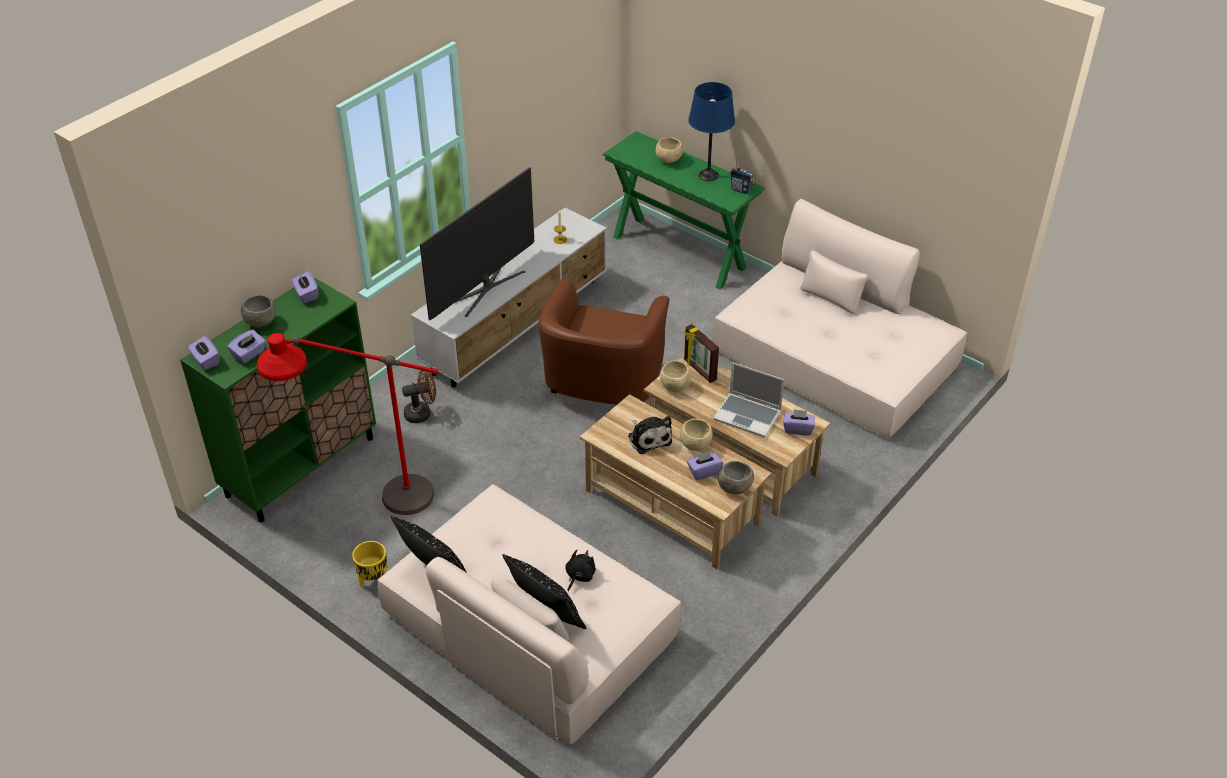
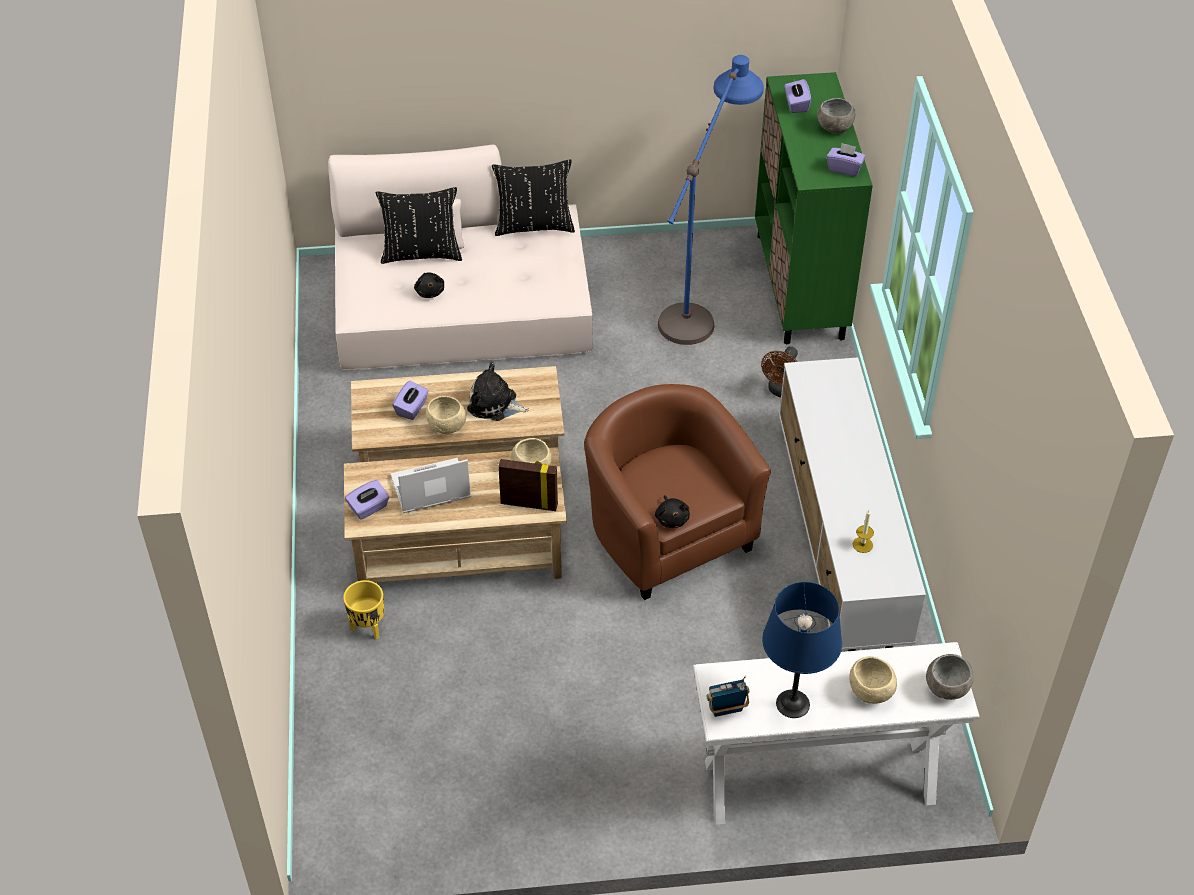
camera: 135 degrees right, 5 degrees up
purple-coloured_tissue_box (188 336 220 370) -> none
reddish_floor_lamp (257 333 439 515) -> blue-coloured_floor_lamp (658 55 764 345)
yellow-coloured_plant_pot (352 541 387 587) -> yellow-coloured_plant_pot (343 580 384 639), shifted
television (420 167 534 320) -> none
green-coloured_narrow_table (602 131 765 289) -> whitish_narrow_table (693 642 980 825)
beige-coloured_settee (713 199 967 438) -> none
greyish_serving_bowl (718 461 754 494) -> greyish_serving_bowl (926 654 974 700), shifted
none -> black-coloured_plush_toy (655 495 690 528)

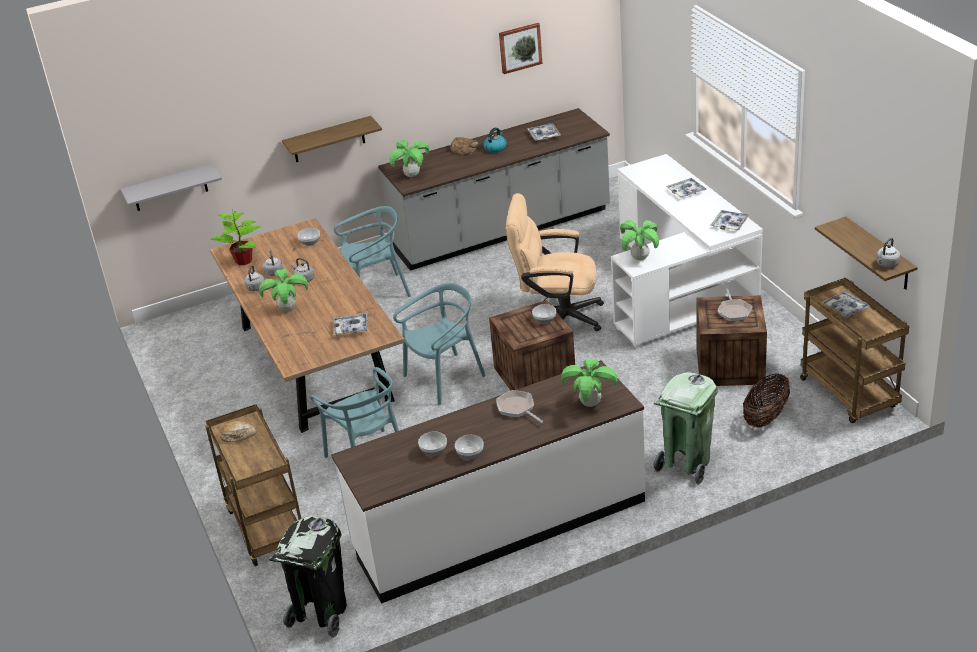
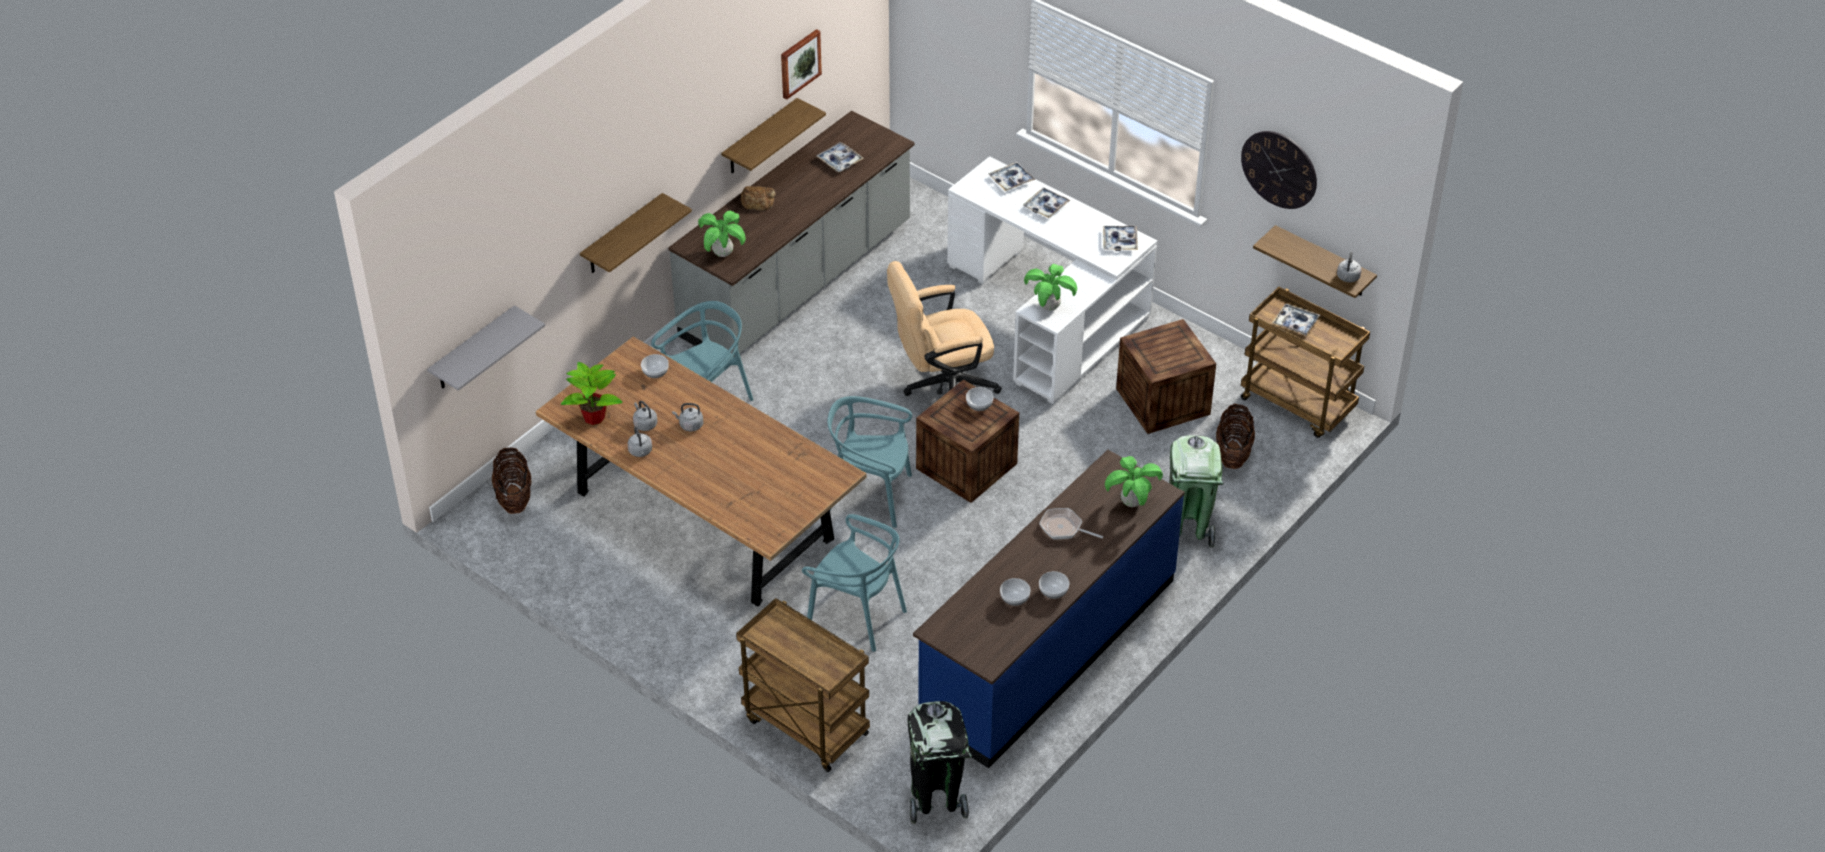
camera: 30 degrees left, 10 degrees up
bakery_bread (220 421 256 442) -> none
houseplant (259 269 308 311) -> none
whitish_kitchen_counter (331 360 645 604) -> blue-coloured_kitchen_counter (913 450 1185 768)
serving_tray (333 313 368 335) -> serving_tray (989 162 1035 191), shifted
blue-green_plain_chair (393 283 486 405) -> blue-green_plain_chair (827 396 912 528), 105 degrees counterclockwise
kettle (483 128 507 153) -> none
frying_pan (717 289 753 321) -> none
none -> storage_basket (492 448 532 514)
none -> wall_shelf (721 98 826 173)
none -> wall_clock (1241 131 1317 209)

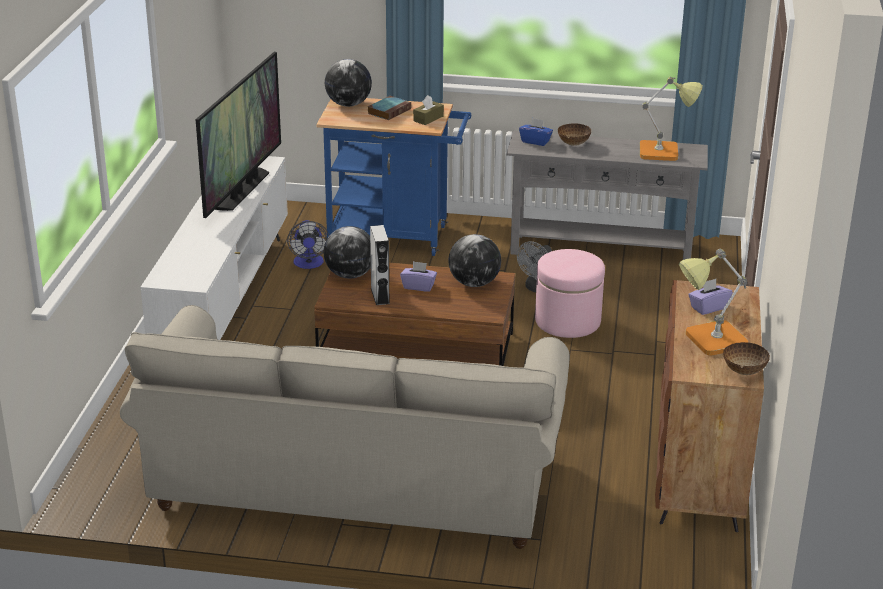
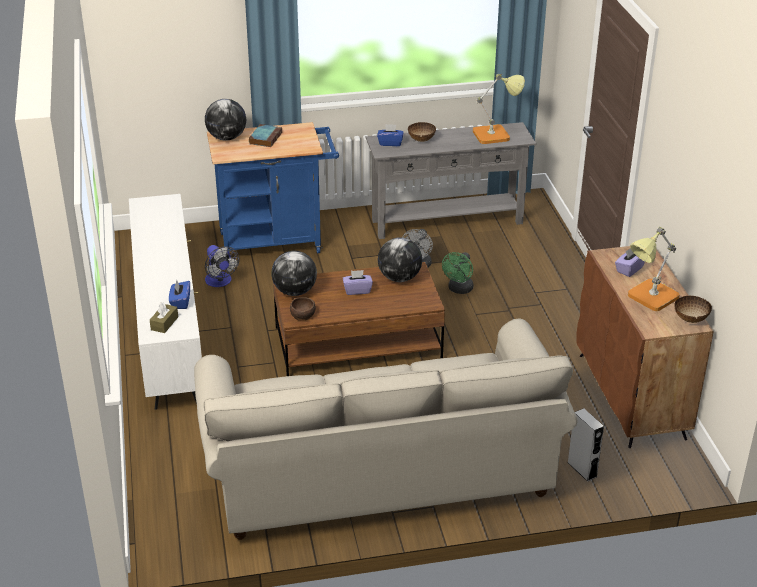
camera: 20 degrees left, 5 degrees up
television (196 52 281 218) -> none
greyish_loudspeaker (370 225 390 305) -> greyish_loudspeaker (567 408 604 482), shifted
brown-coloured_tissue_box (413 95 444 125) -> brown-coloured_tissue_box (150 302 178 333), shifted
pinkish_ottoman (535 249 605 338) -> green-coloured_fan (442 252 473 294)
none -> blue-coloured_tissue_box (169 280 190 309)
none -> brown-coloured_serving_bowl (290 297 316 320)

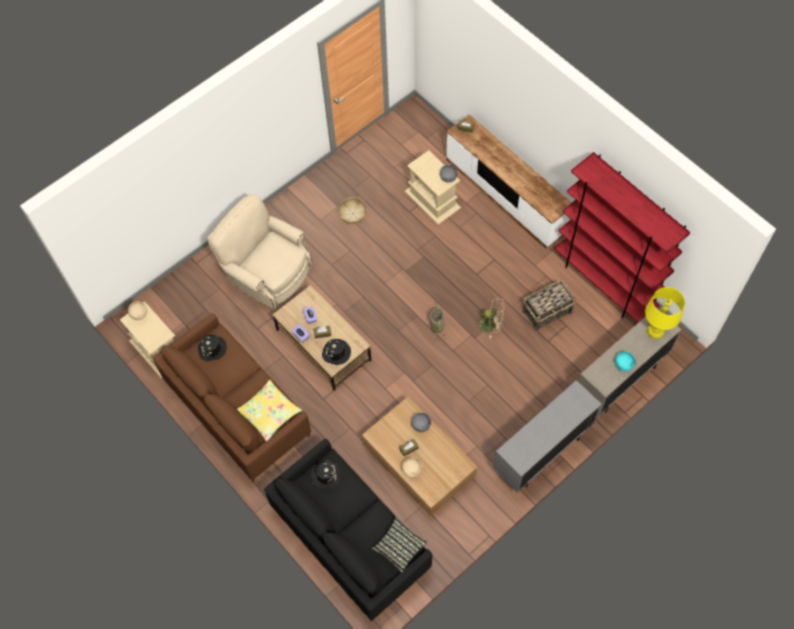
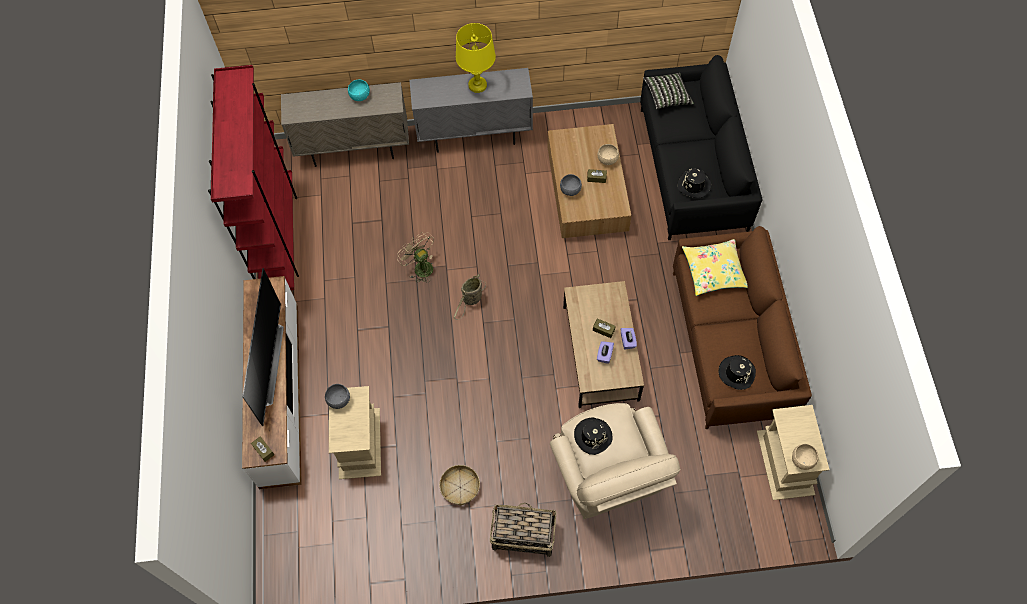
camera: 145 degrees left, 0 degrees up
black-coloured_wearable_hat (322 339 351 365) -> black-coloured_wearable_hat (574 417 612 455), shifted
storage_basket (522 280 576 331) -> storage_basket (490 503 557 557), shifted
yellow-coloured_table_lamp (645 287 685 339) -> yellow-coloured_table_lamp (456 23 496 93), shifted
none -> television (242 268 284 426)

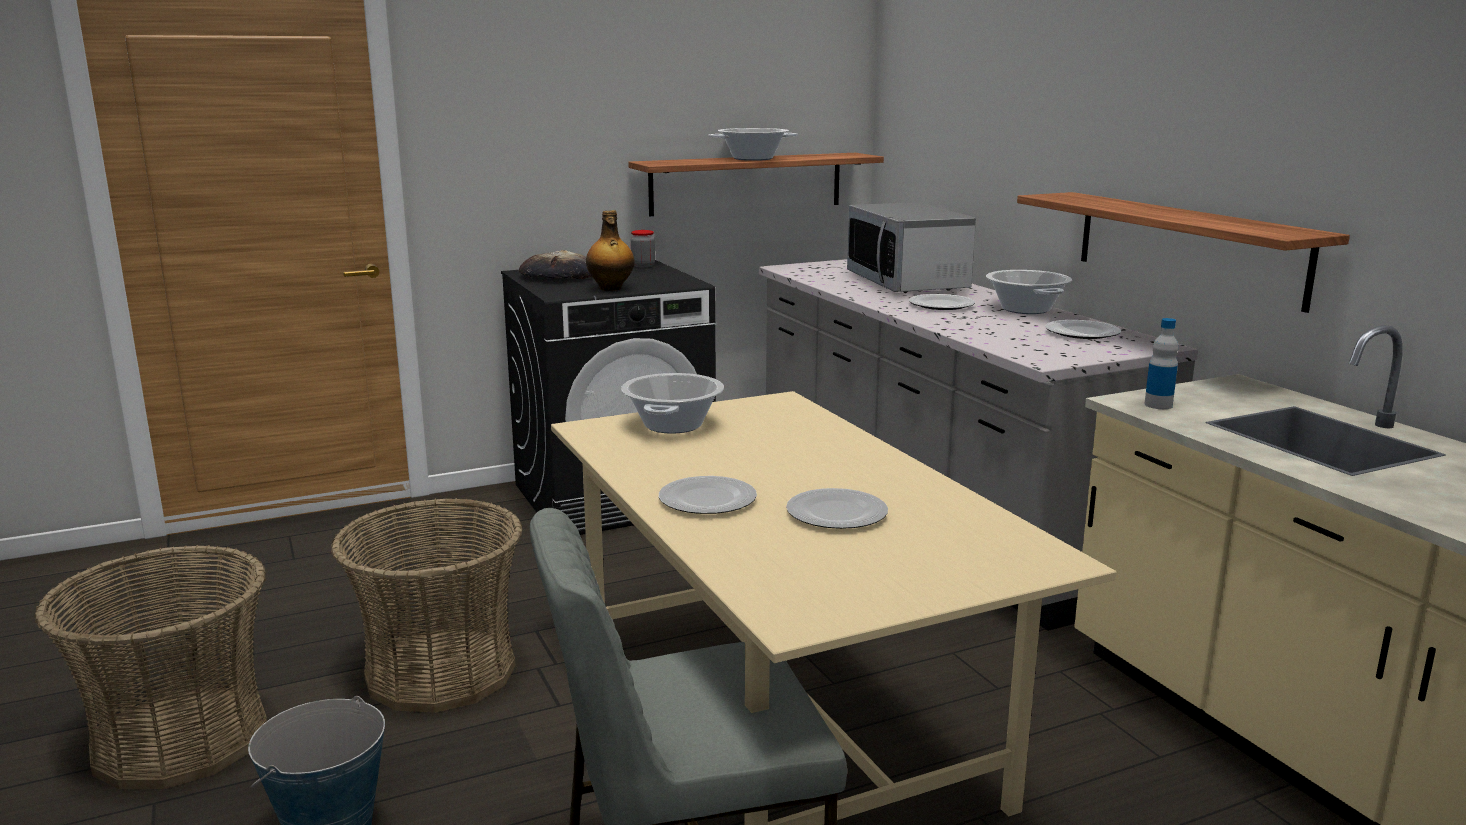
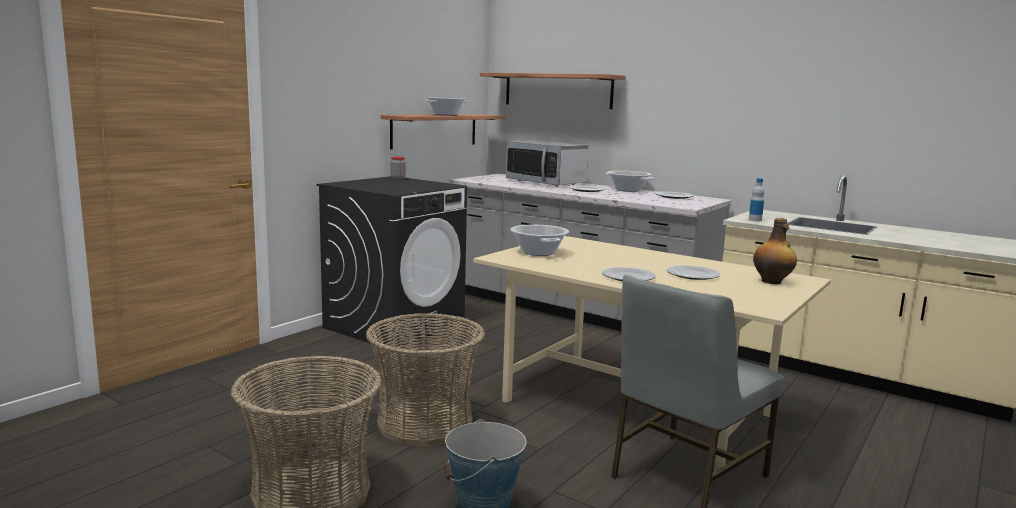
camera: 30 degrees left, 5 degrees down
bakery_bread (519 250 592 279) -> none
beverage_bottle (586 210 635 291) -> beverage_bottle (753 218 797 284), shifted
wall_shelf (1017 192 1350 313) -> wall_shelf (480 73 626 109), shifted

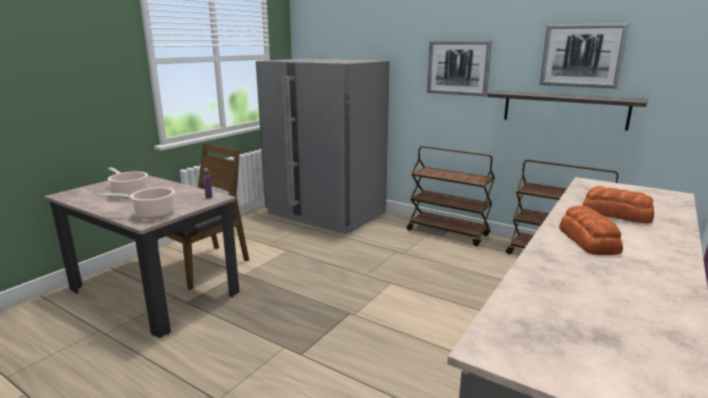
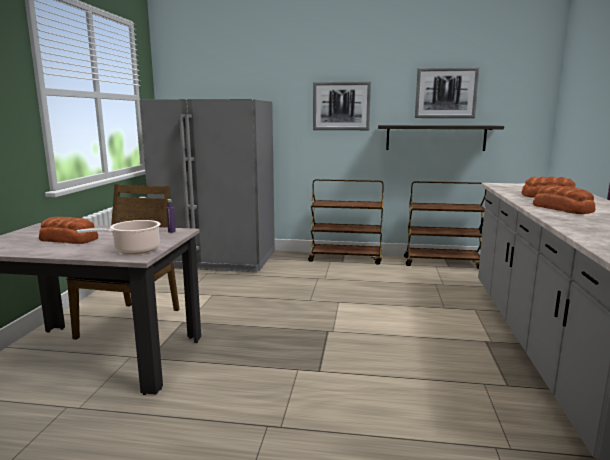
camera: 25 degrees left, 5 degrees down
stockpot (108 167 148 199) -> bakery_bread (39 217 98 244)

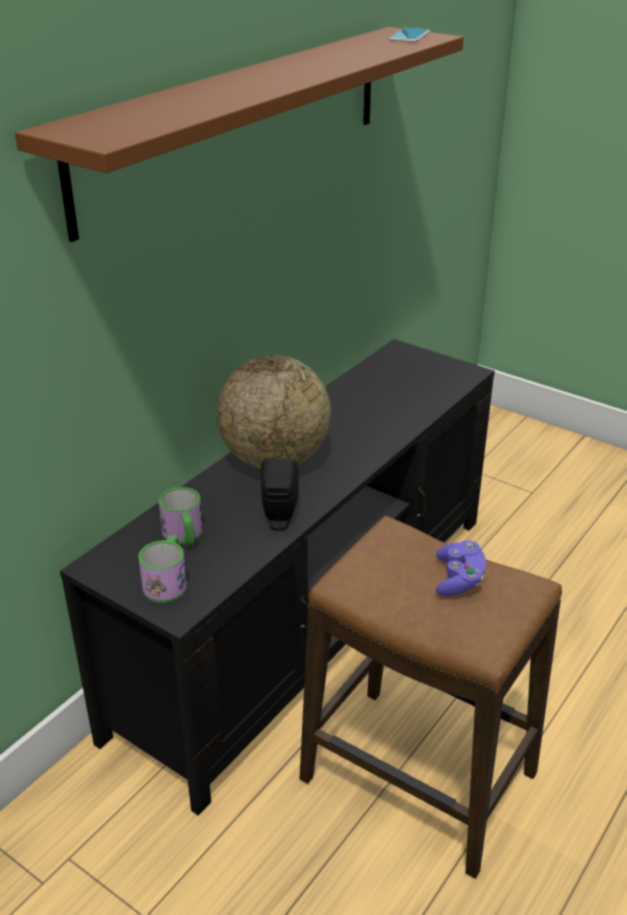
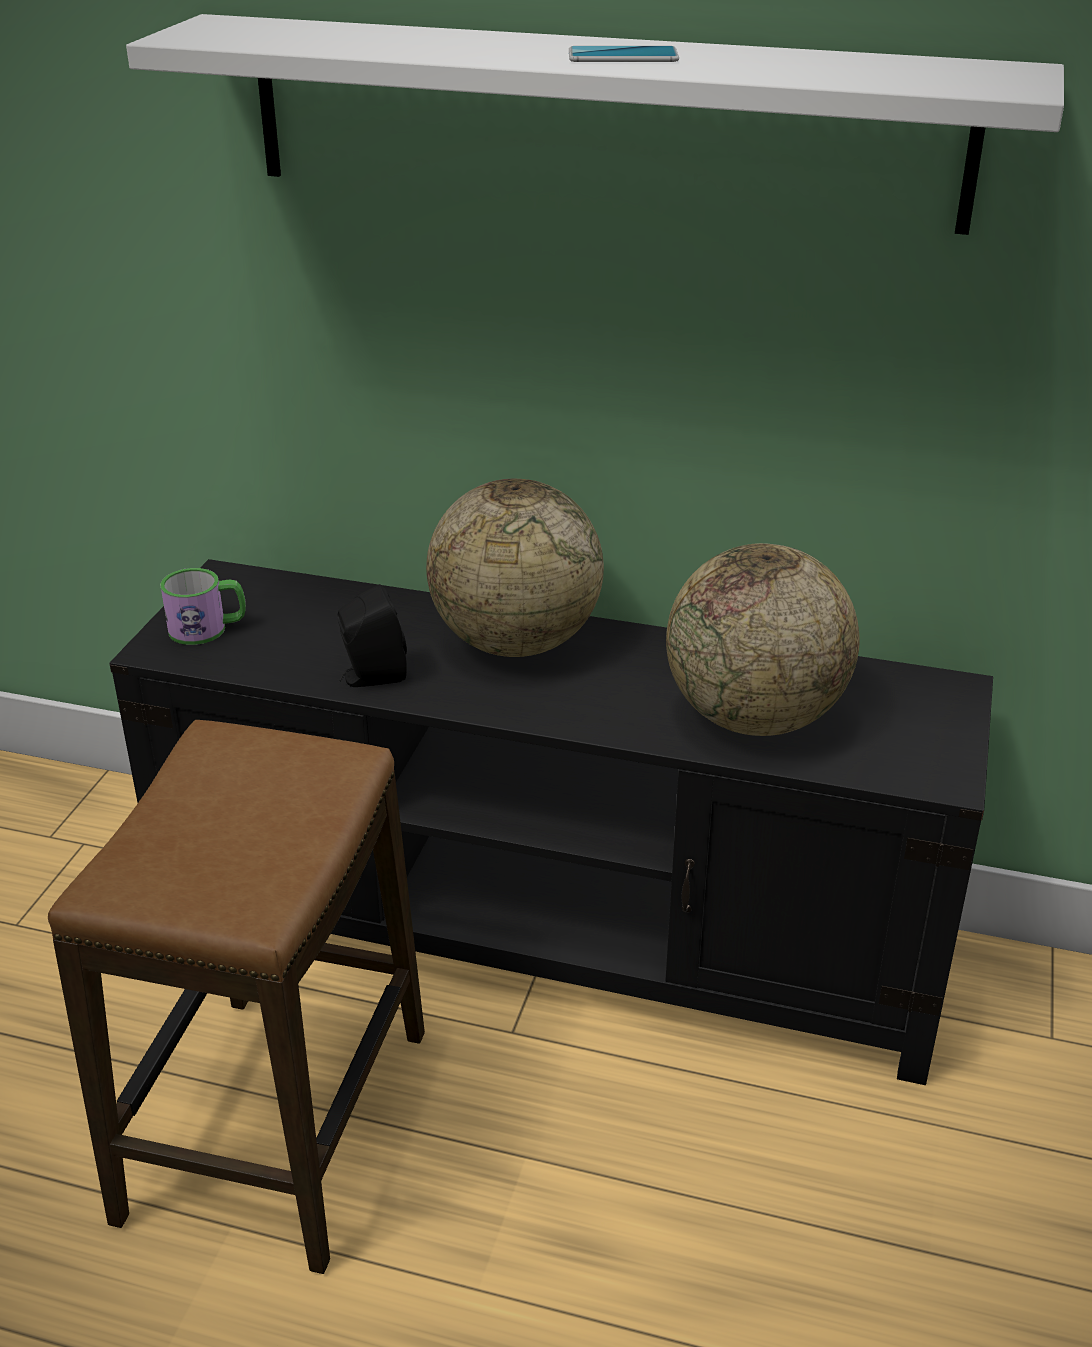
camera: 70 degrees right, 0 degrees up
brown-coloured_wall_shelf (15 27 464 242) -> whitish_wall_shelf (126 14 1064 235)
tea_mug (158 487 203 545) -> none
telephone (389 28 430 42) -> telephone (569 46 679 62), shifted
purple-coloured_game_controller (436 540 486 596) -> none
none -> world_globe (666 543 860 736)

